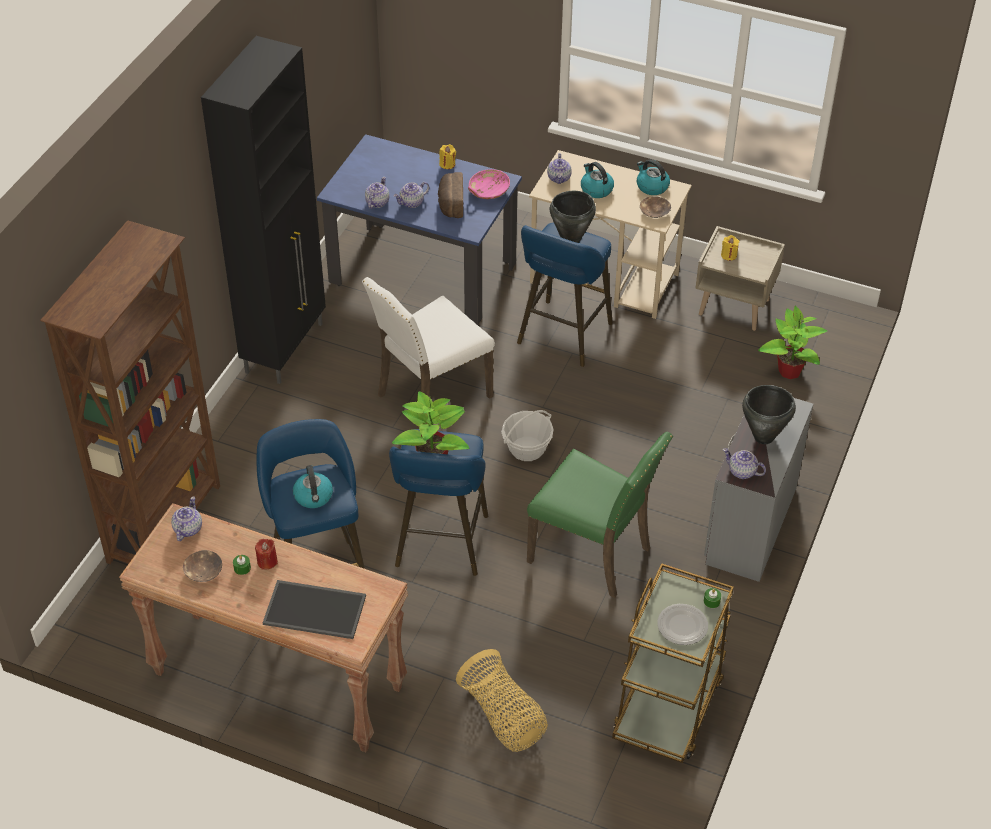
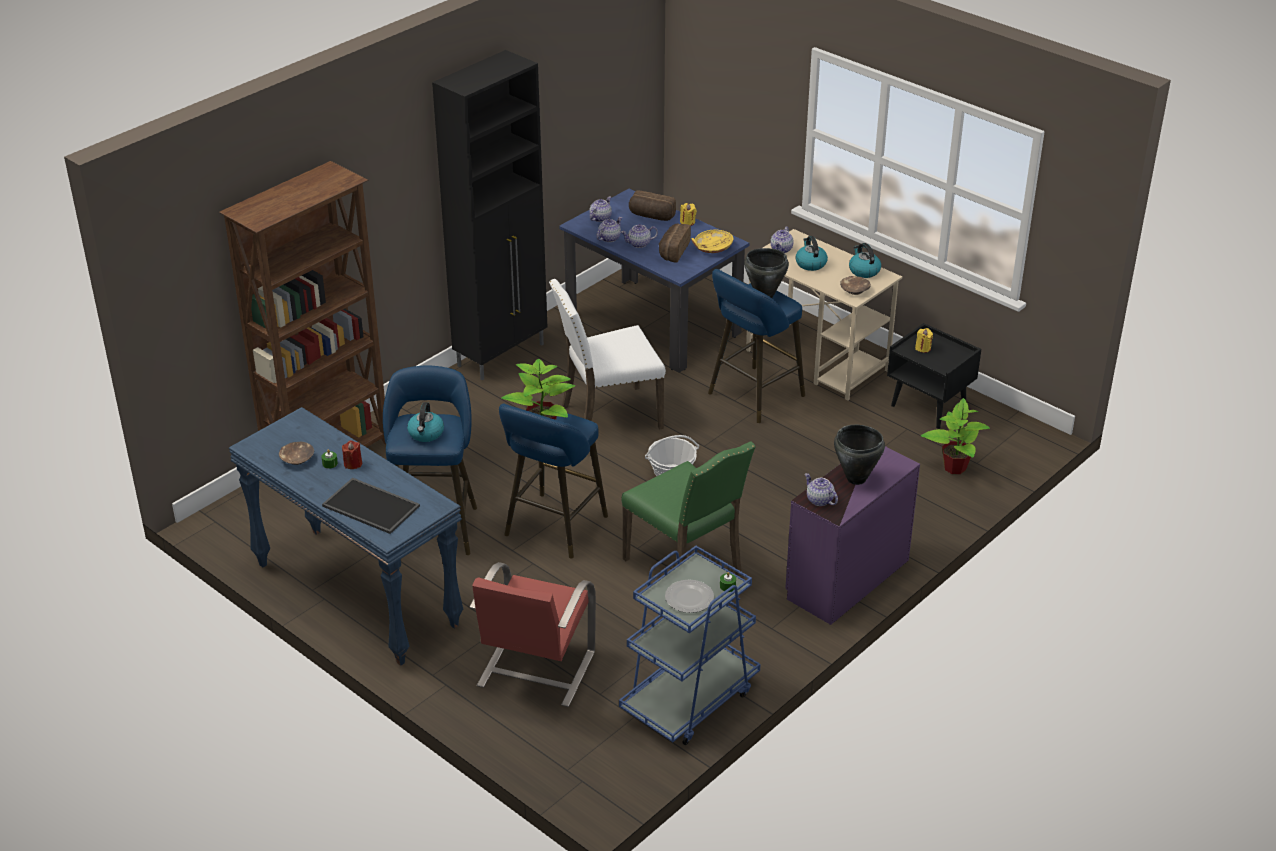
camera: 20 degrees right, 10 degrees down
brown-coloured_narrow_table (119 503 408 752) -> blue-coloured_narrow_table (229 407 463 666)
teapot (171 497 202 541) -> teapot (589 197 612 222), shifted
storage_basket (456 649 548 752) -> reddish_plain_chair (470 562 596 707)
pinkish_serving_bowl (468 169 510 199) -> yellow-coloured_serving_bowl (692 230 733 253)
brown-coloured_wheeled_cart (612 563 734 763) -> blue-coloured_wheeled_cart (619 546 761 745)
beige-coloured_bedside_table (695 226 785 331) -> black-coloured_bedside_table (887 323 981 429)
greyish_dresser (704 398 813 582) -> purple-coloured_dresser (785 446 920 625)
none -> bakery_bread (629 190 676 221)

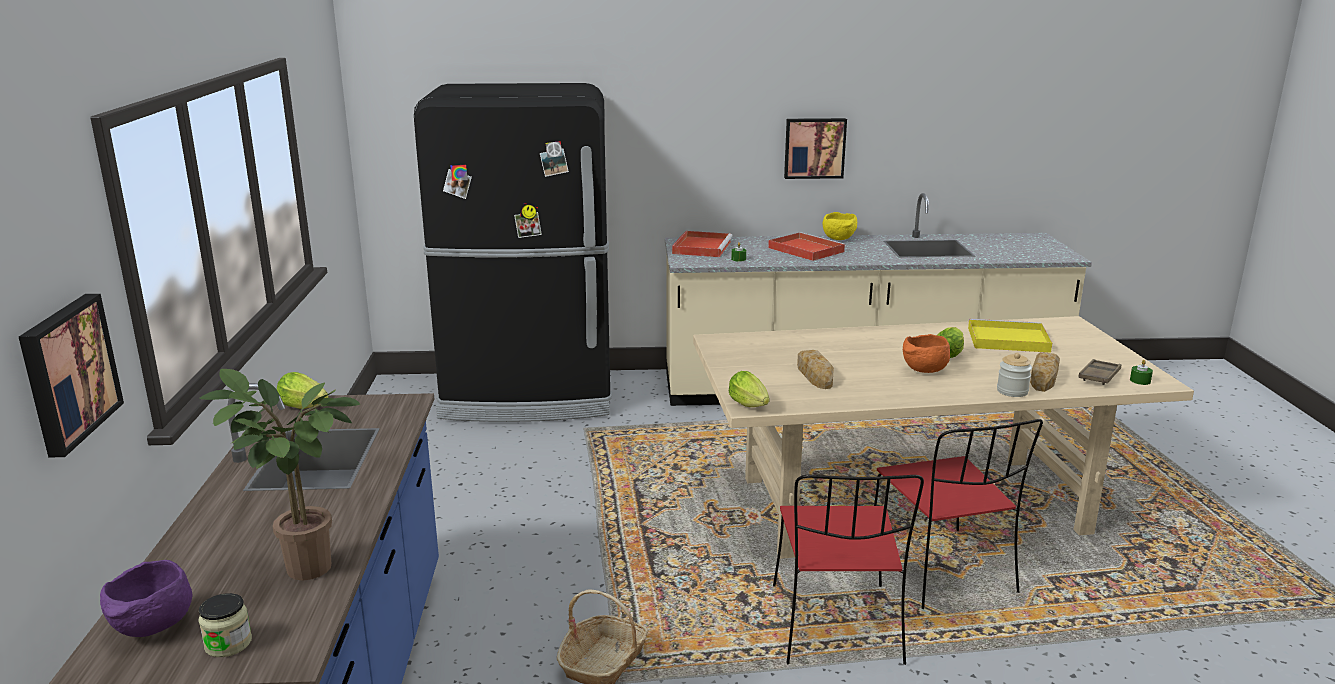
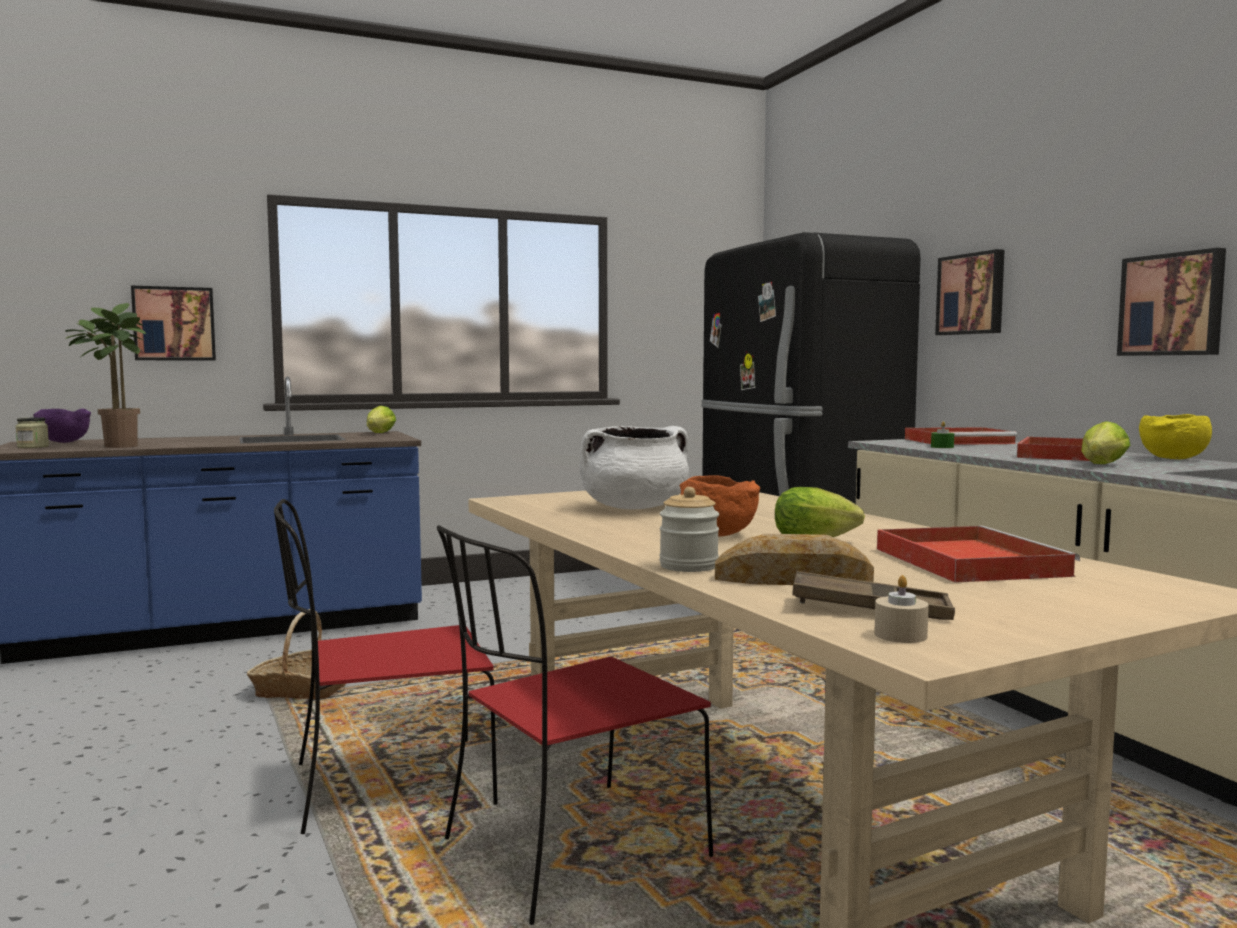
camera: 70 degrees right, 15 degrees down
lettuce_head (729 371 770 407) -> lettuce_head (1081 421 1130 464), shifted
bakery_bread (797 350 834 389) -> whitish_stockpot (579 426 689 510)
yellow-coloured_serving_tray (968 319 1052 353) -> reddish_serving_tray (877 525 1080 583)
green-coloured_candle (1130 360 1153 385) -> beige-coloured_candle (874 575 929 643)
none -> picture (935 249 1005 335)

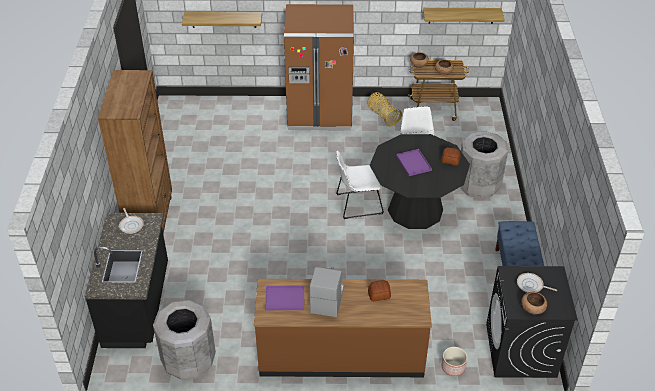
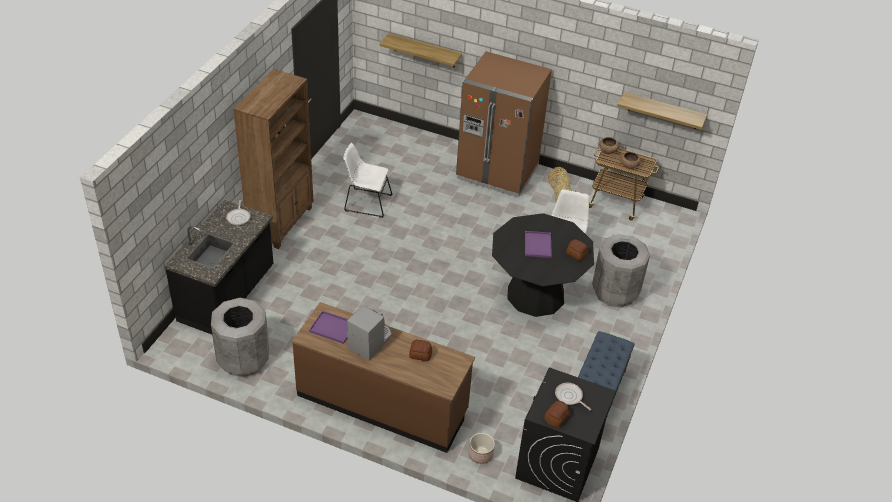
camera: 20 degrees right, 0 degrees up
whitish_plain_chair (336 151 384 219) -> whitish_plain_chair (343 143 392 218), shifted
brown-coloured_serving_bowl (521 291 547 314) -> bakery_bread (544 401 570 428)

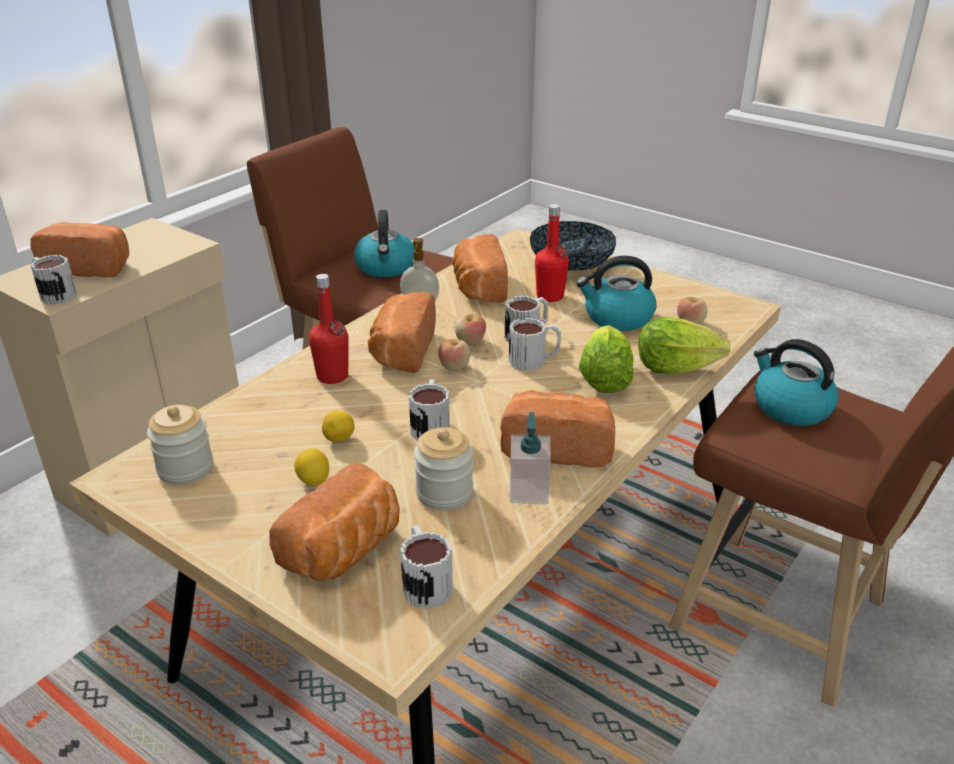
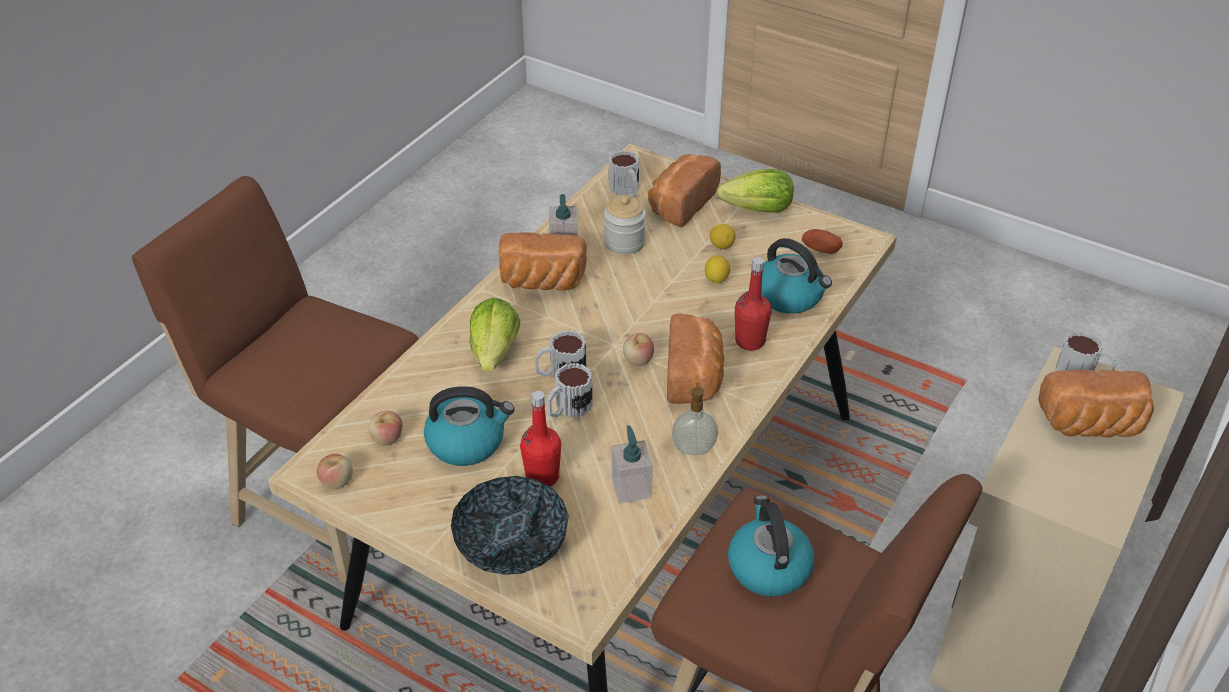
camera: 175 degrees right, 10 degrees up
preserve_jar (147 405 213 485) -> potato (802 229 843 254)
tea_mug (409 379 450 441) -> none
bakery_bread (452 234 508 302) -> soap_bottle (612 425 653 503)
apple (455 314 486 345) -> apple (317 454 353 489), shifted
lettuce_head (638 317 731 374) -> lettuce_head (717 169 794 213), shifted
kettle (754 339 839 426) -> kettle (761 238 832 314), shifted

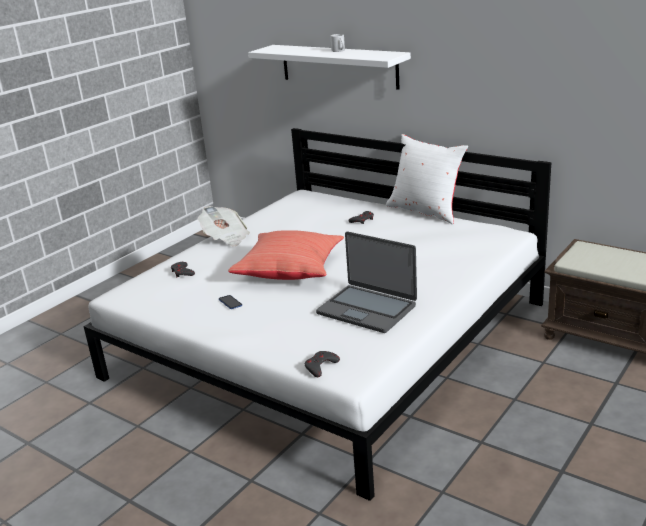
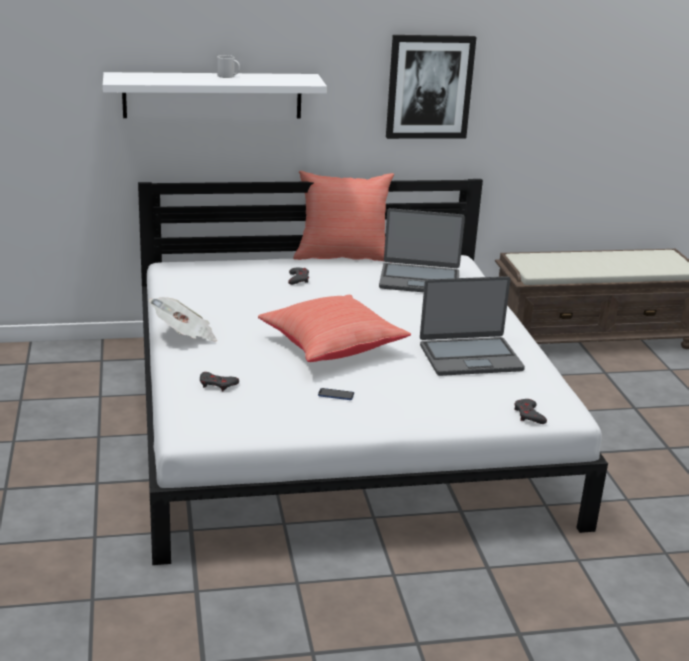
camera: 50 degrees left, 0 degrees up
whitish_cushion (386 134 468 224) -> reddish_cushion (293 171 394 263)
none -> portable_computer (379 208 465 292)
none -> picture (386 35 477 139)

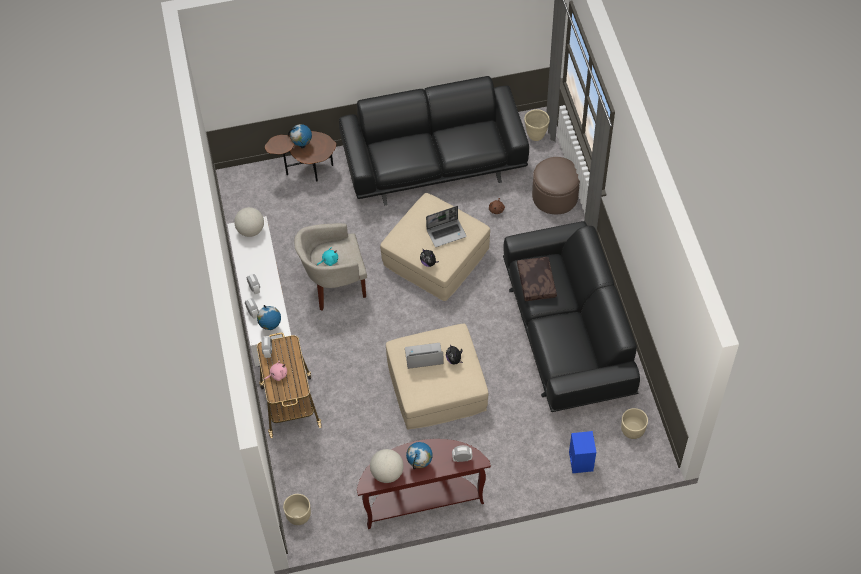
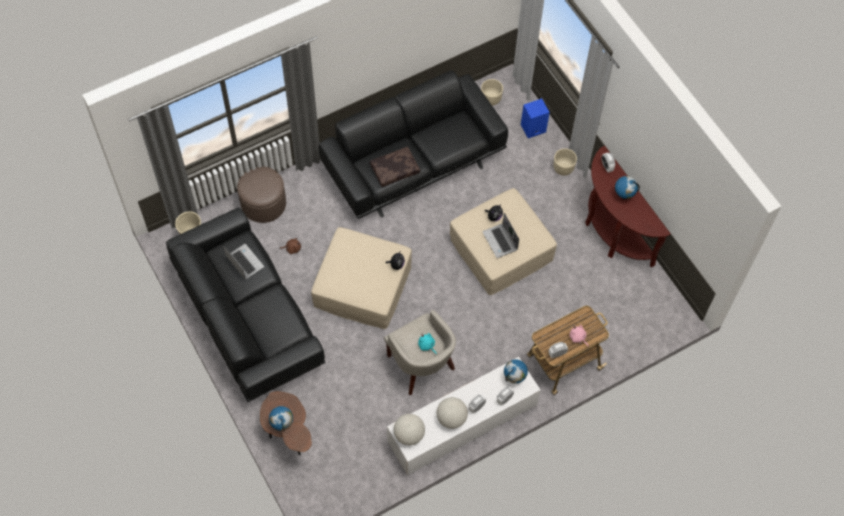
camera: 110 degrees left, 5 degrees up
beige-coloured_plant_pot (283 494 311 525) -> beige-coloured_plant_pot (554 148 577 176), shifted
world_globe (370 449 404 483) -> world_globe (437 397 468 429), shifted
portable_computer (426 206 467 247) -> portable_computer (224 244 264 280), shifted

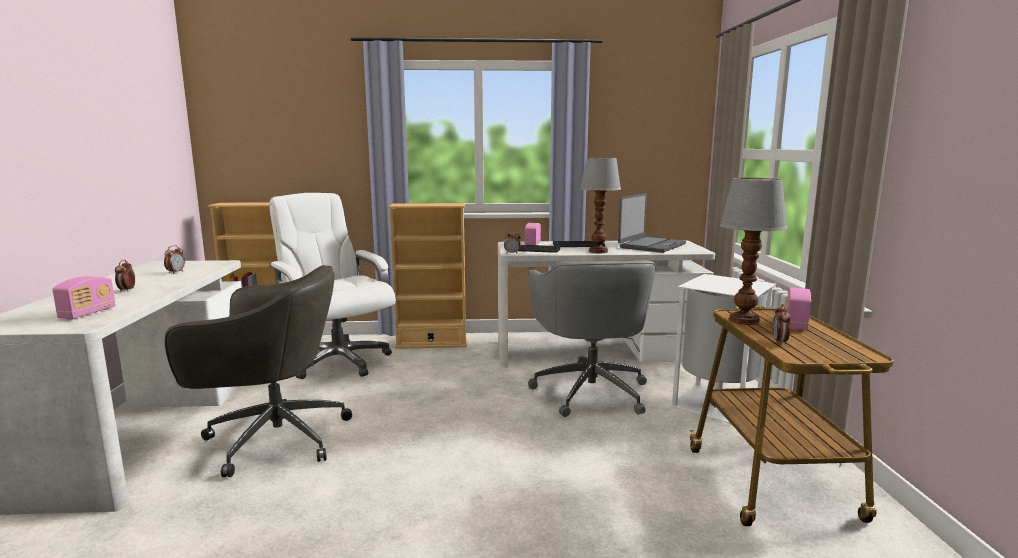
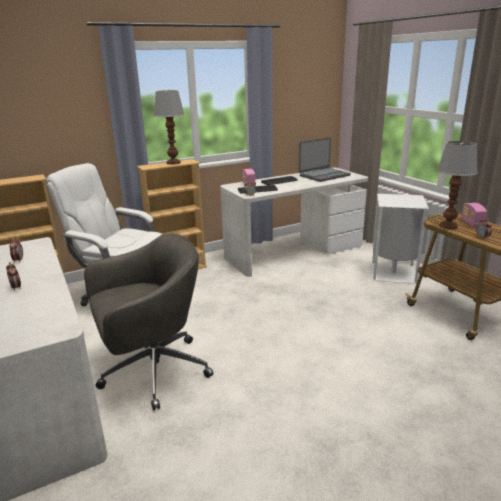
camera: 25 degrees left, 10 degrees up
radio_set (52 276 116 320) -> none
greyish_desk_chair (528 260 656 417) -> none
table_lamp (580 158 621 253) -> table_lamp (154 90 185 165), shifted
portable_computer (618 193 686 253) -> portable_computer (299 138 351 182), 45 degrees clockwise

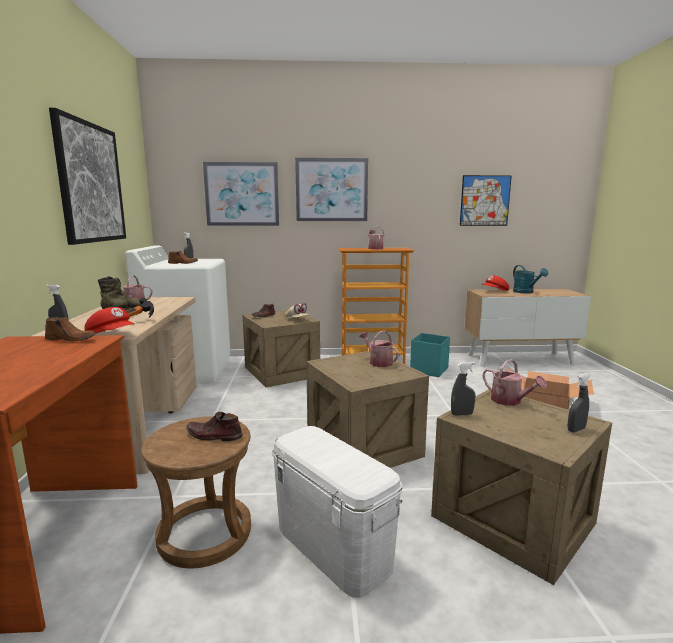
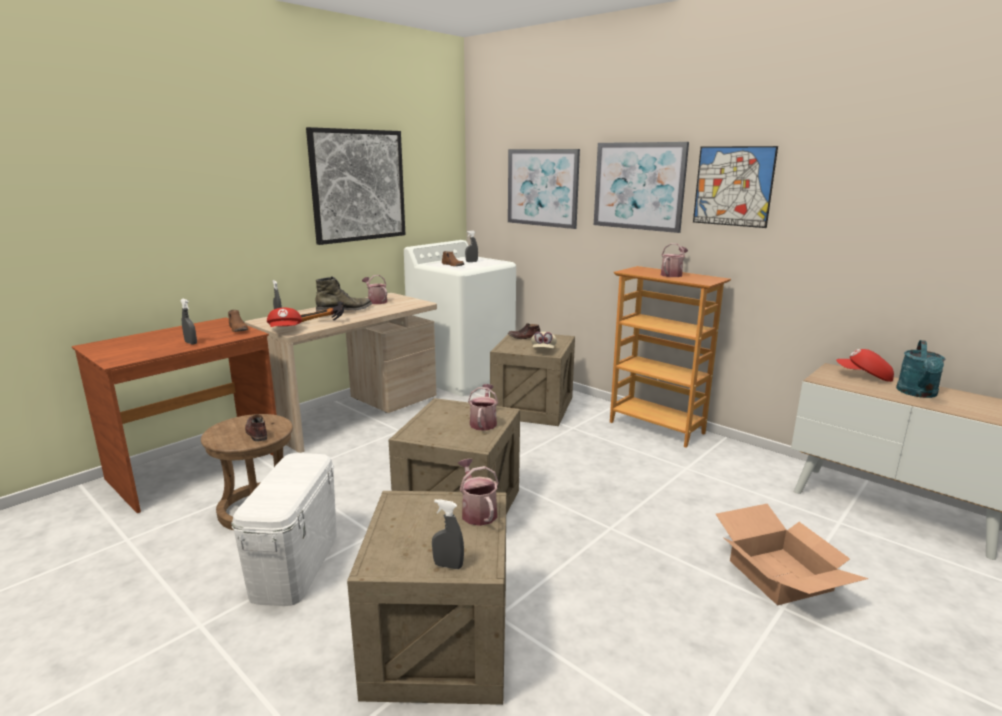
camera: 45 degrees right, 5 degrees up
blue-green_storage_container (410 333 450 377) -> none
greyish_spray_bottle (451 362 476 416) -> greyish_spray_bottle (180 299 197 345), shifted
picture (460 175 512 226) -> picture (693 146 778 228), shifted
watering_pot (483 359 547 406) -> watering_pot (458 459 499 526), 150 degrees clockwise

